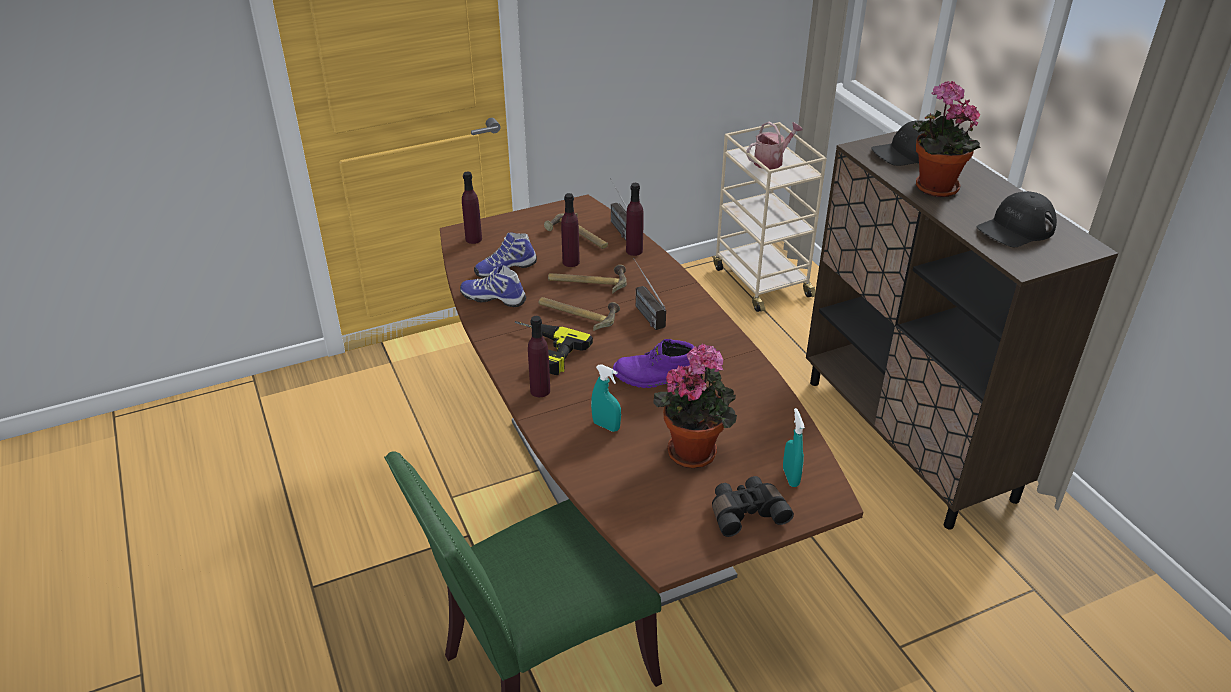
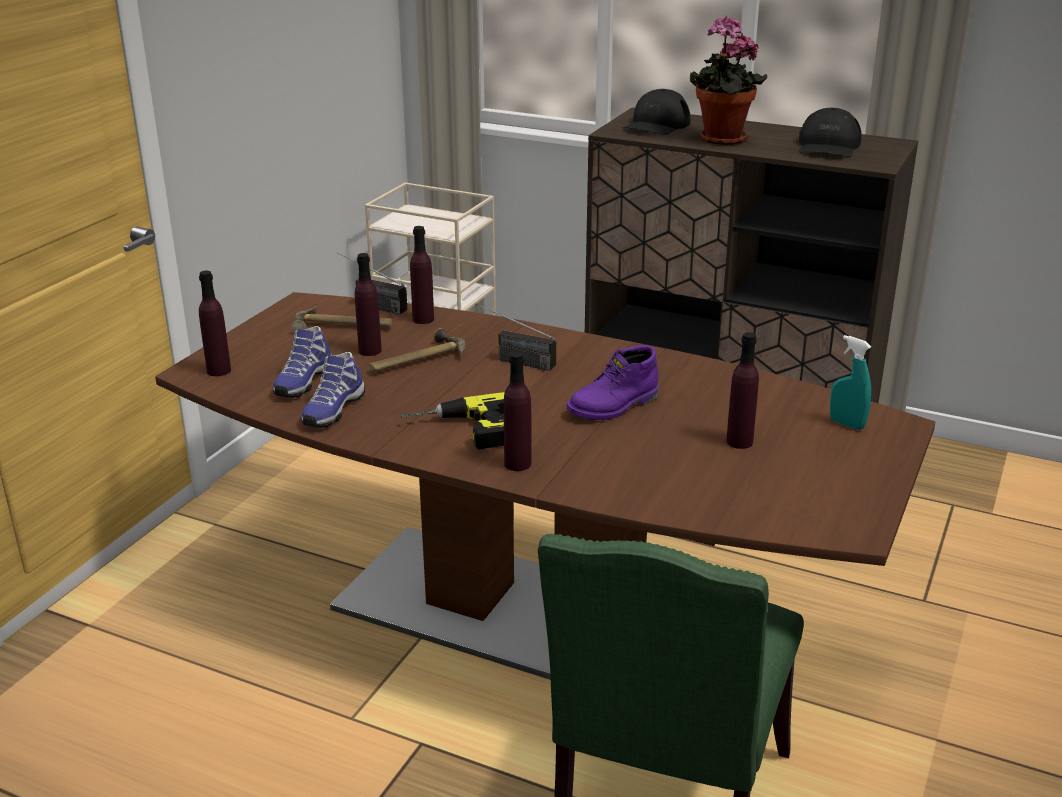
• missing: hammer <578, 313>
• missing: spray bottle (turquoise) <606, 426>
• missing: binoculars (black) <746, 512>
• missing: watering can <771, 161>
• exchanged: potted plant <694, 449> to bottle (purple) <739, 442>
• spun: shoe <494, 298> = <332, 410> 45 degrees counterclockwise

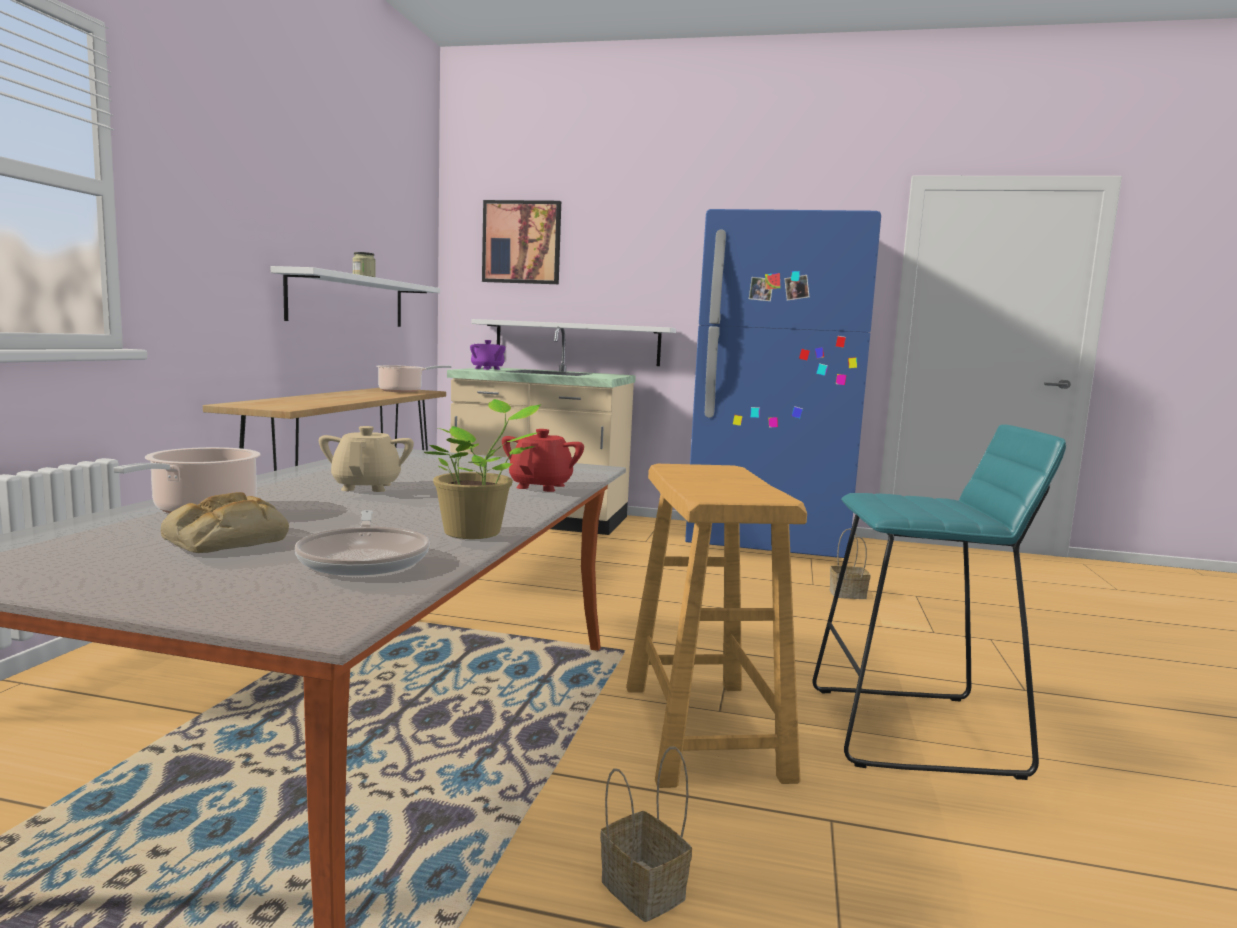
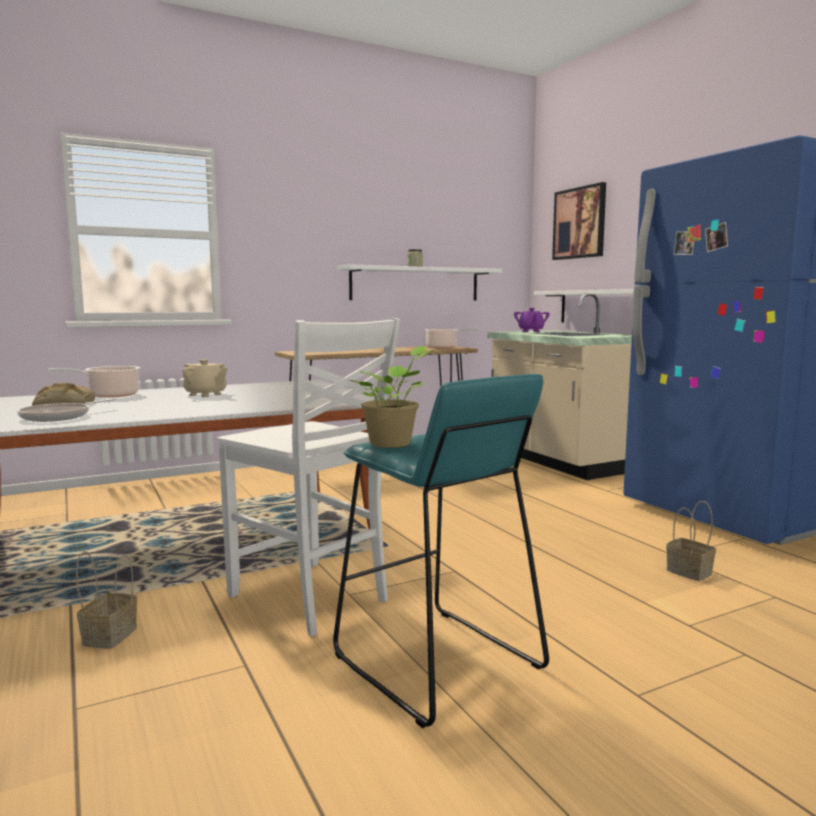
• missing: teapot (red) <541, 486>
• relocated: potted plant <477, 532> to <393, 444>
• exchanged: stool (beige) <703, 731> to chair (white) <311, 598>
• spun: teapot (beige) <367, 487> = <205, 395> 75 degrees clockwise

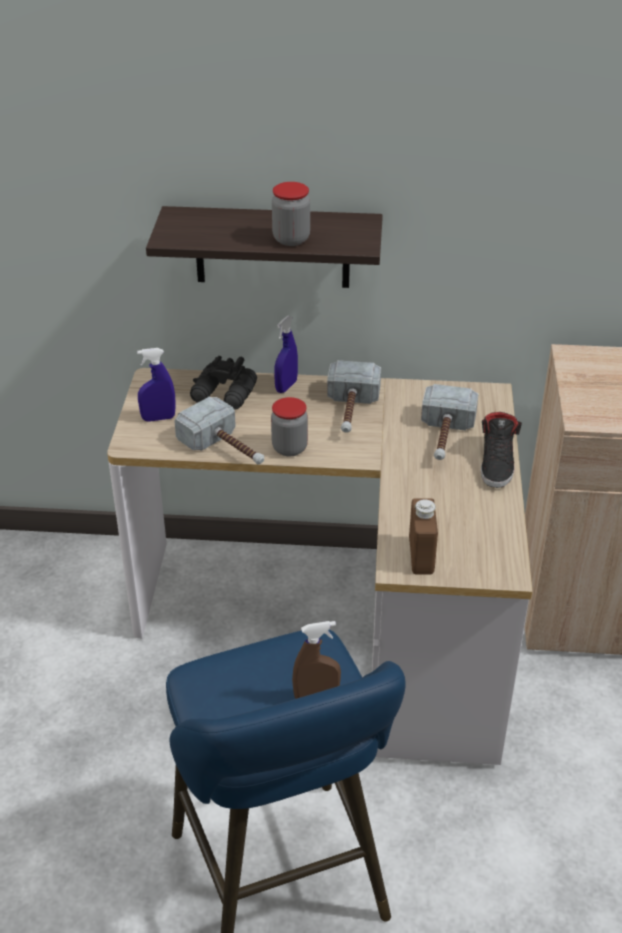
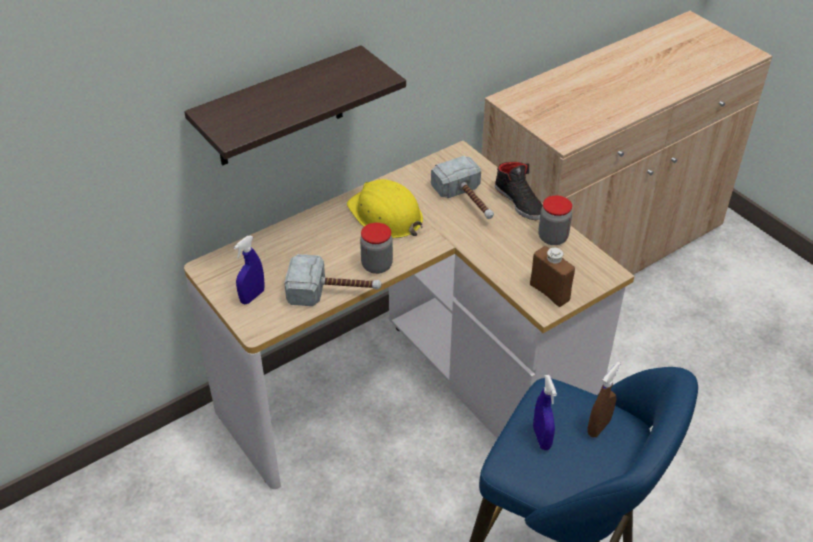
• missing: binoculars (black) <225, 395>
• relocated: jar <291, 239> to <552, 237>
• relocated: spray bottle (blue) <286, 386> to <541, 438>
• exchanged: hammer <350, 412> to hard hat (yellow) <385, 215>

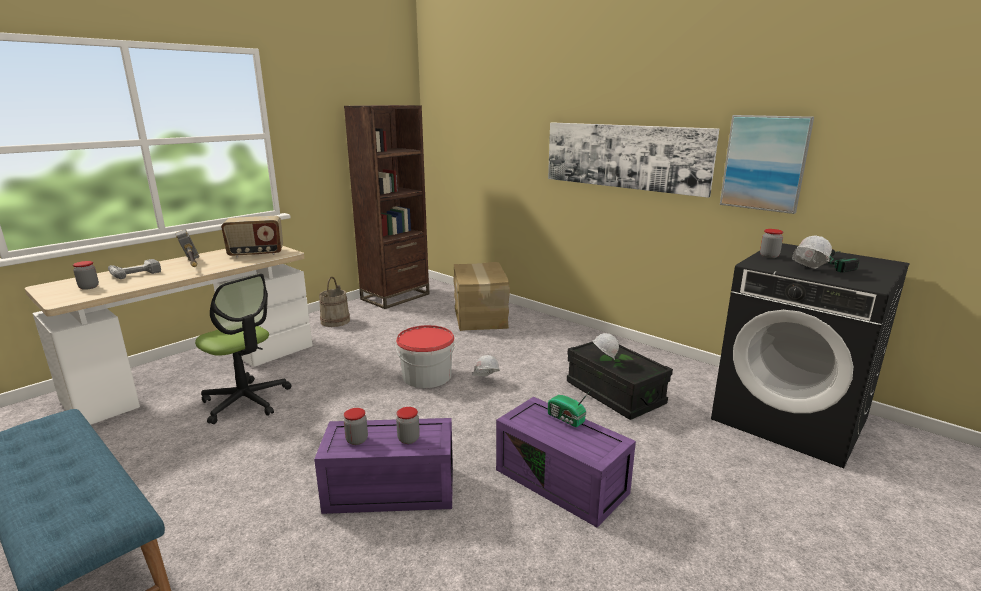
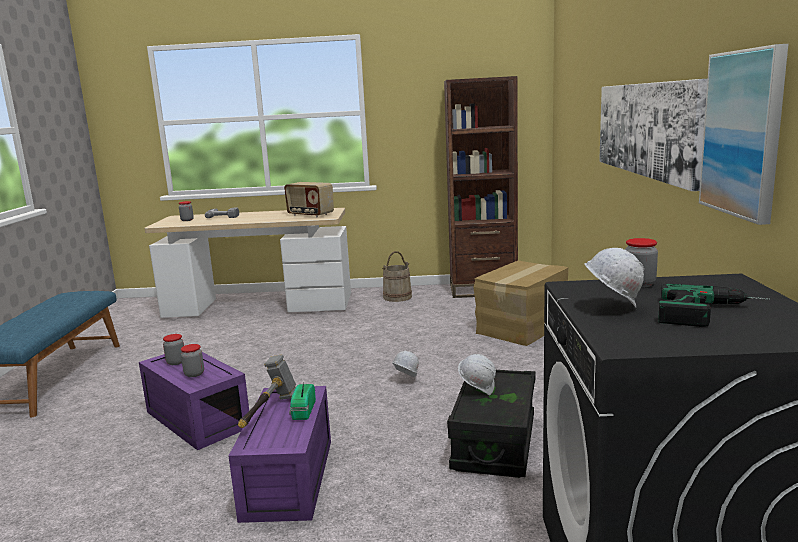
• missing: office chair <246, 401>
• missing: bucket <426, 375>
• relocated: hammer <192, 265> to <268, 412>

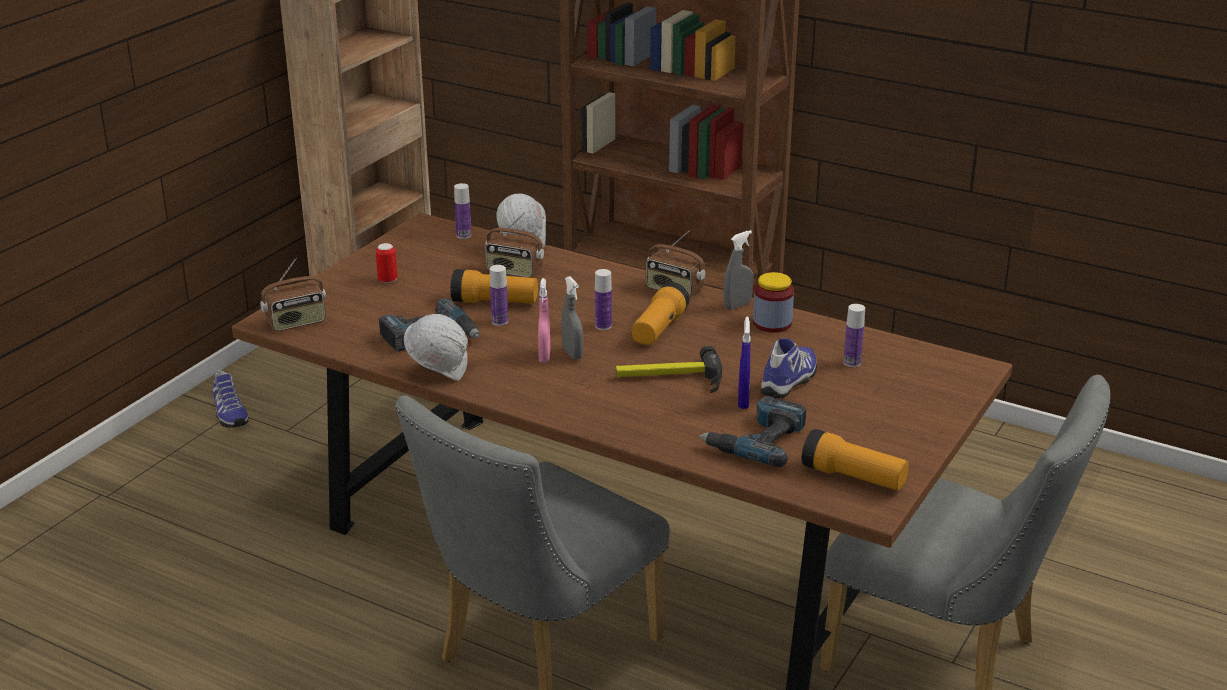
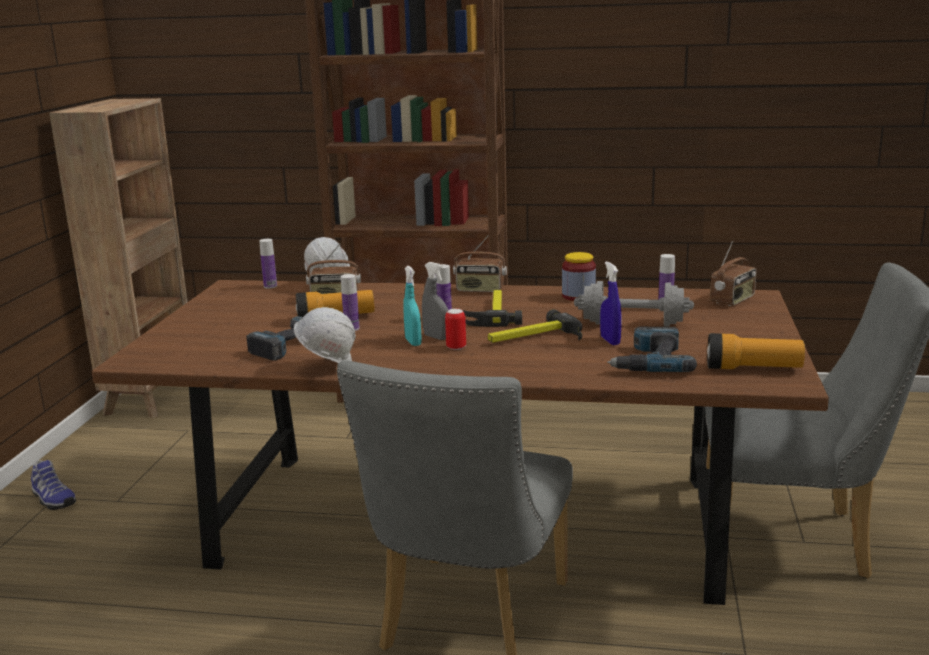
• missing: spray bottle (grey) <737, 305>
• relocated: radio <296, 323> to <733, 300>
• relocated: can <387, 280> to <456, 347>
• exchanged: flashlight <659, 329> to hammer <493, 312>
• exchanged: shoe <790, 381> to dumbbell (grey) <632, 324>
• colour: spray bottle (pink) <544, 356> to spray bottle (turquoise) <413, 342>

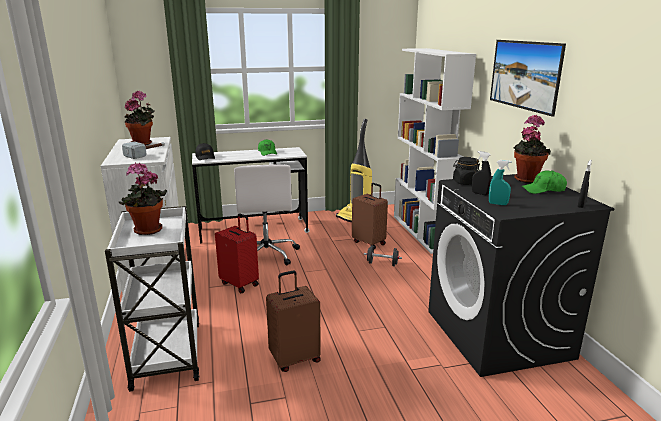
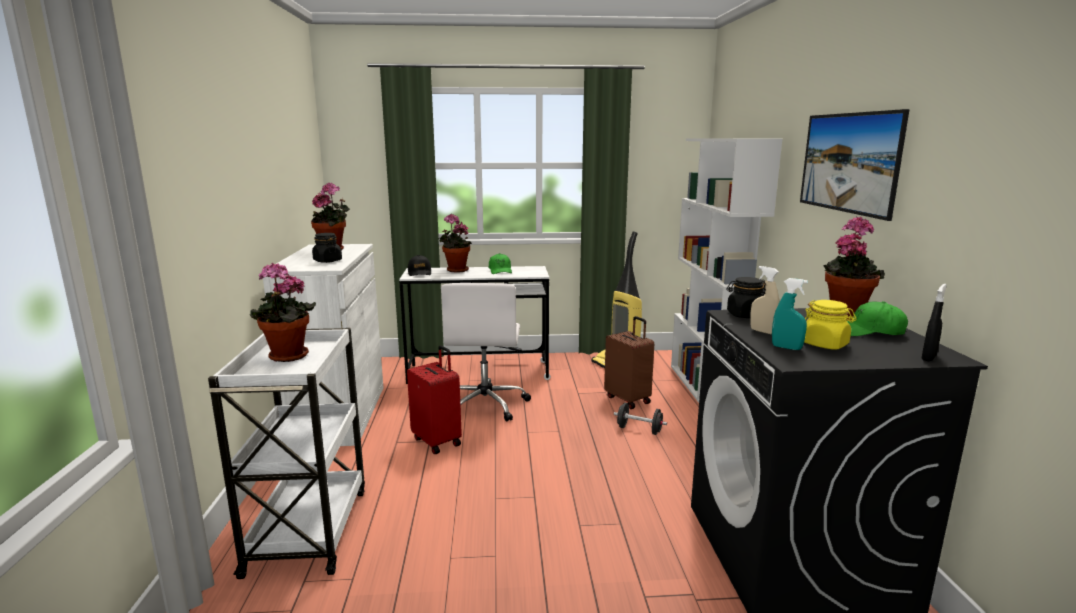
• missing: suitcase (brown) <294, 358>
• appeared: potted plant <455, 270>
• appeared: jar (yellow) <825, 344>
• exchanged: hammer <146, 154> to jar (black) <327, 261>
• colour: spray bottle (black) <480, 193> to spray bottle (beige) <762, 331>

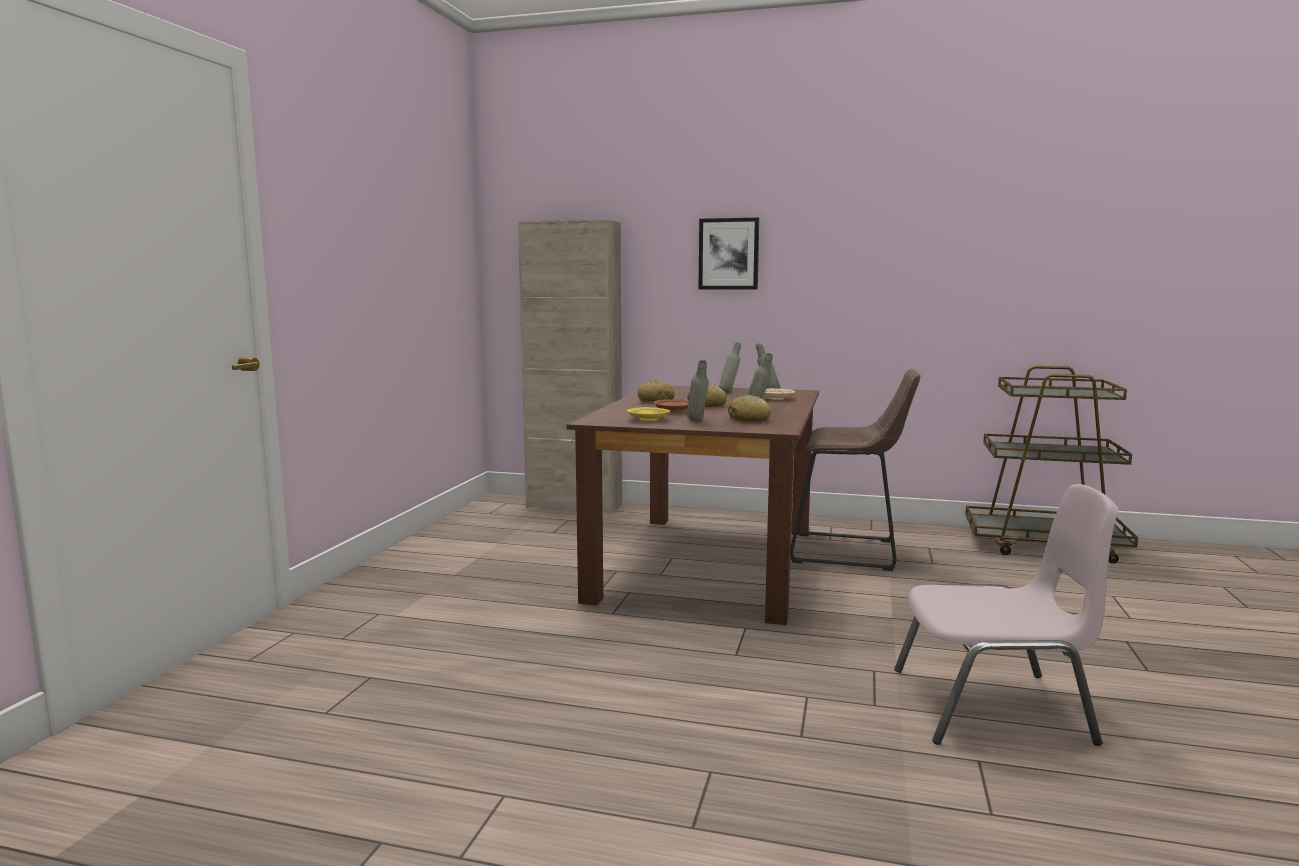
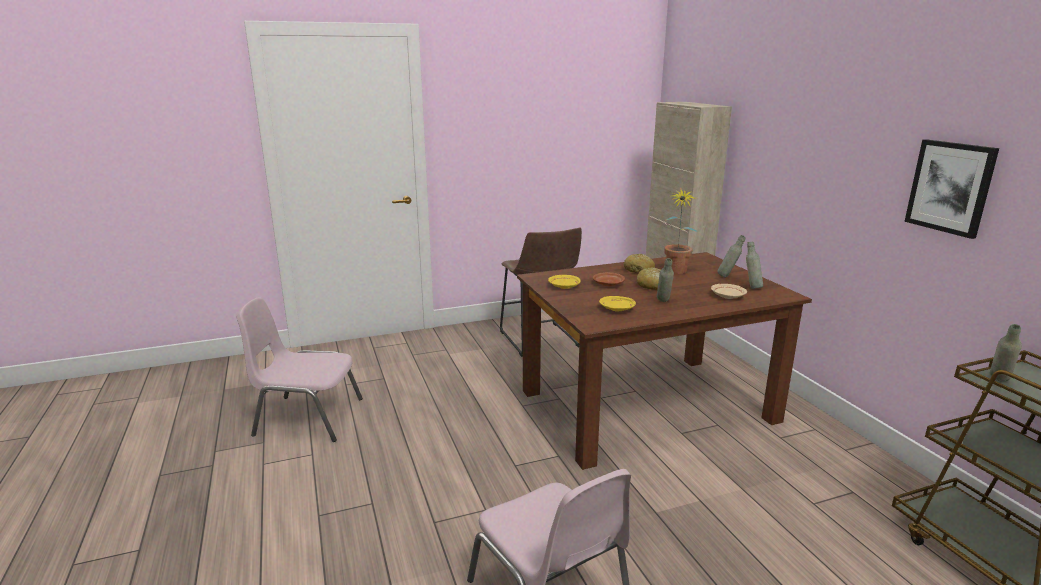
• appeared: chair (pink) <307, 417>
• appeared: potted plant <675, 272>
• relocated: bottle (grey) <697, 421> to <998, 382>
• relocated: picture <728, 254> to <950, 187>
• relocated: stool (brown) <851, 552> to <540, 341>
• exchanged: bread <749, 419> to plate (yellow) <617, 309>

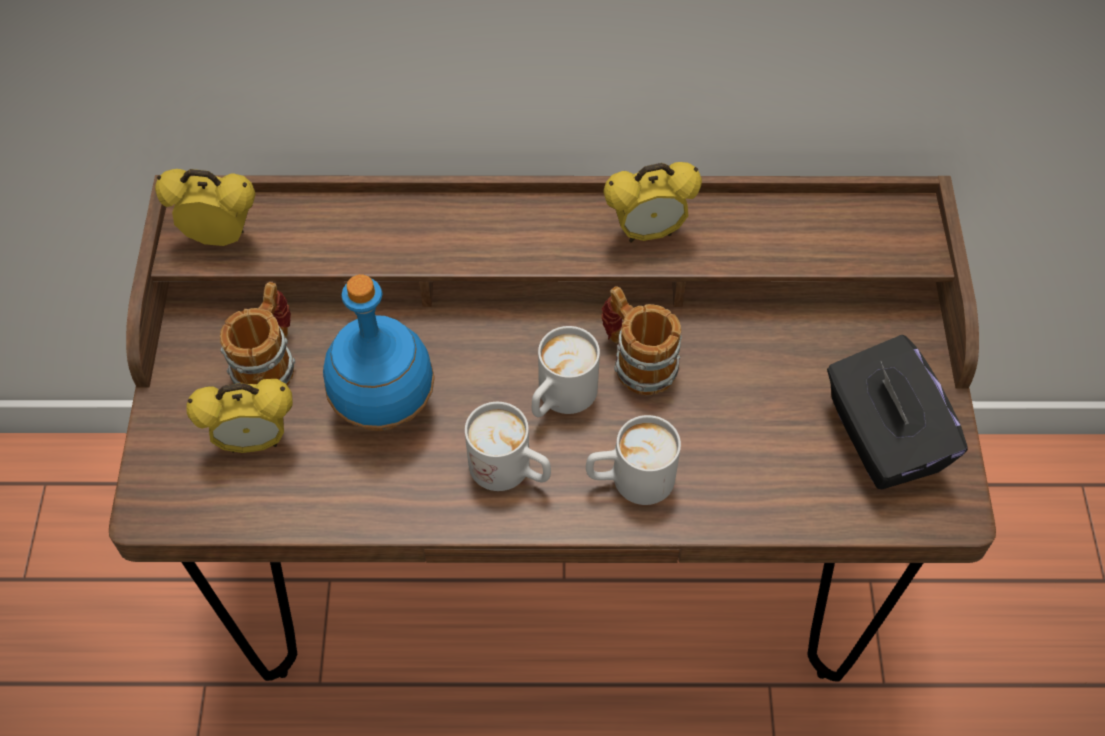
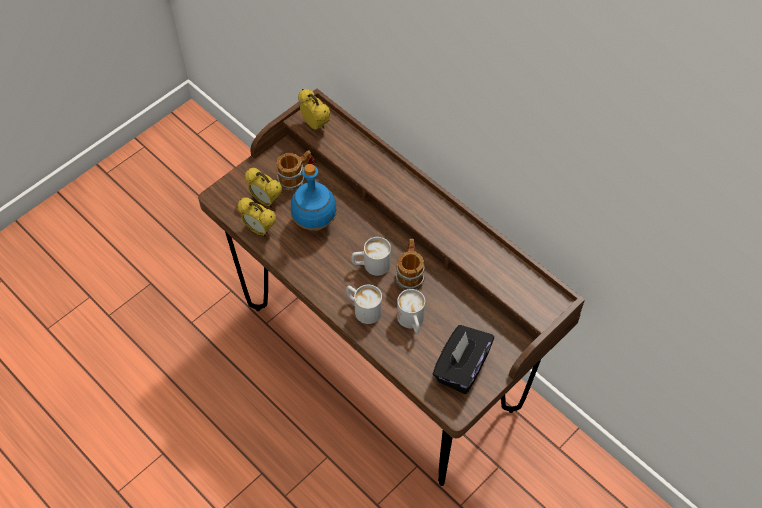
• relocated: mug (white) <511, 471> to <412, 322>
• relocated: alarm clock <648, 232> to <259, 230>

